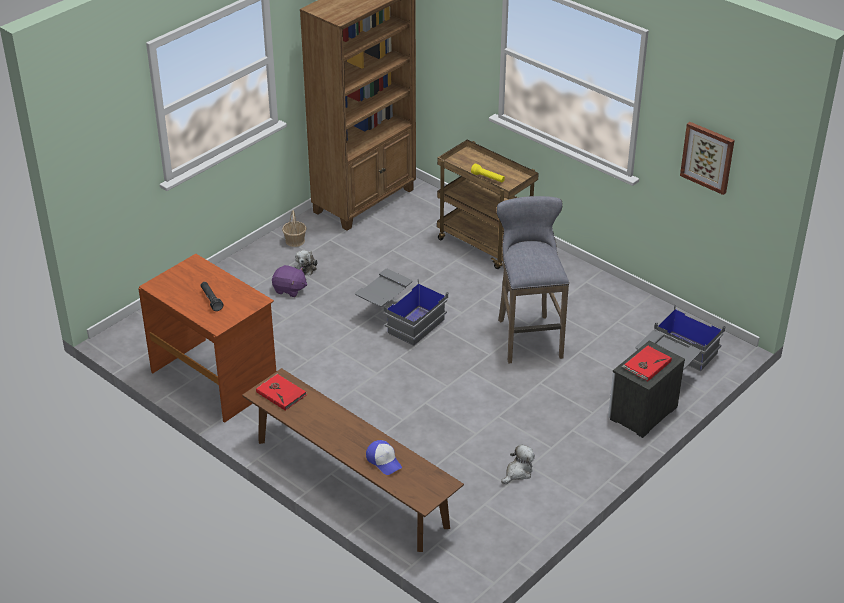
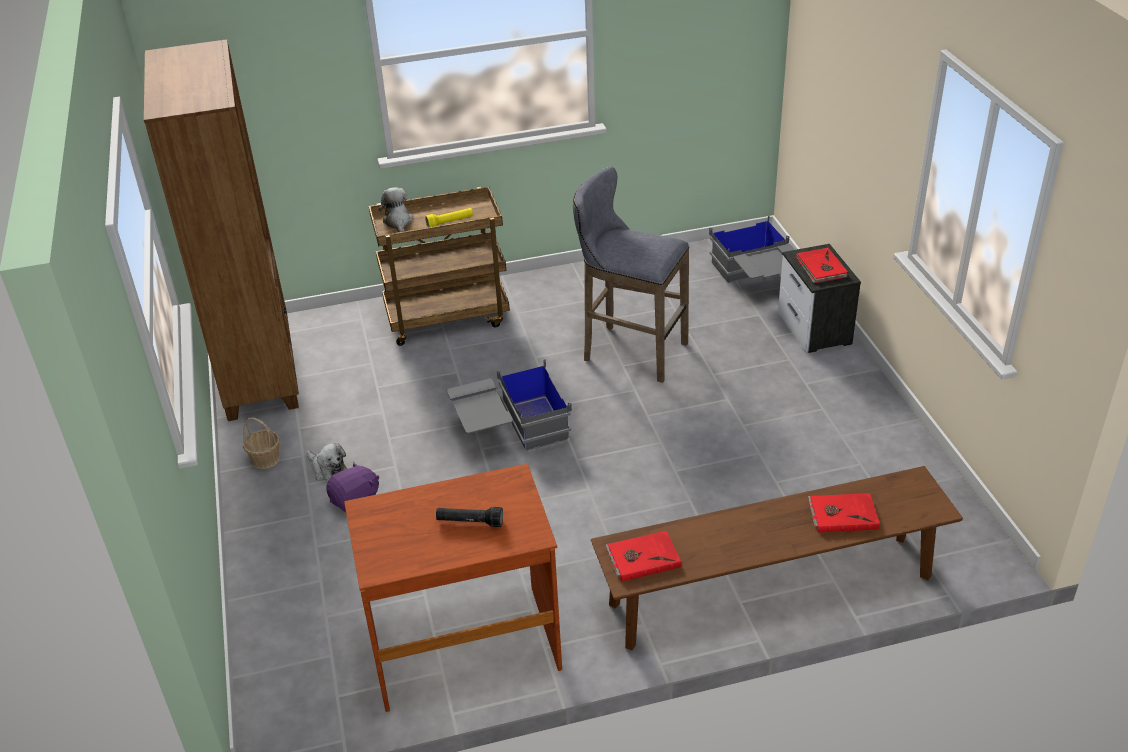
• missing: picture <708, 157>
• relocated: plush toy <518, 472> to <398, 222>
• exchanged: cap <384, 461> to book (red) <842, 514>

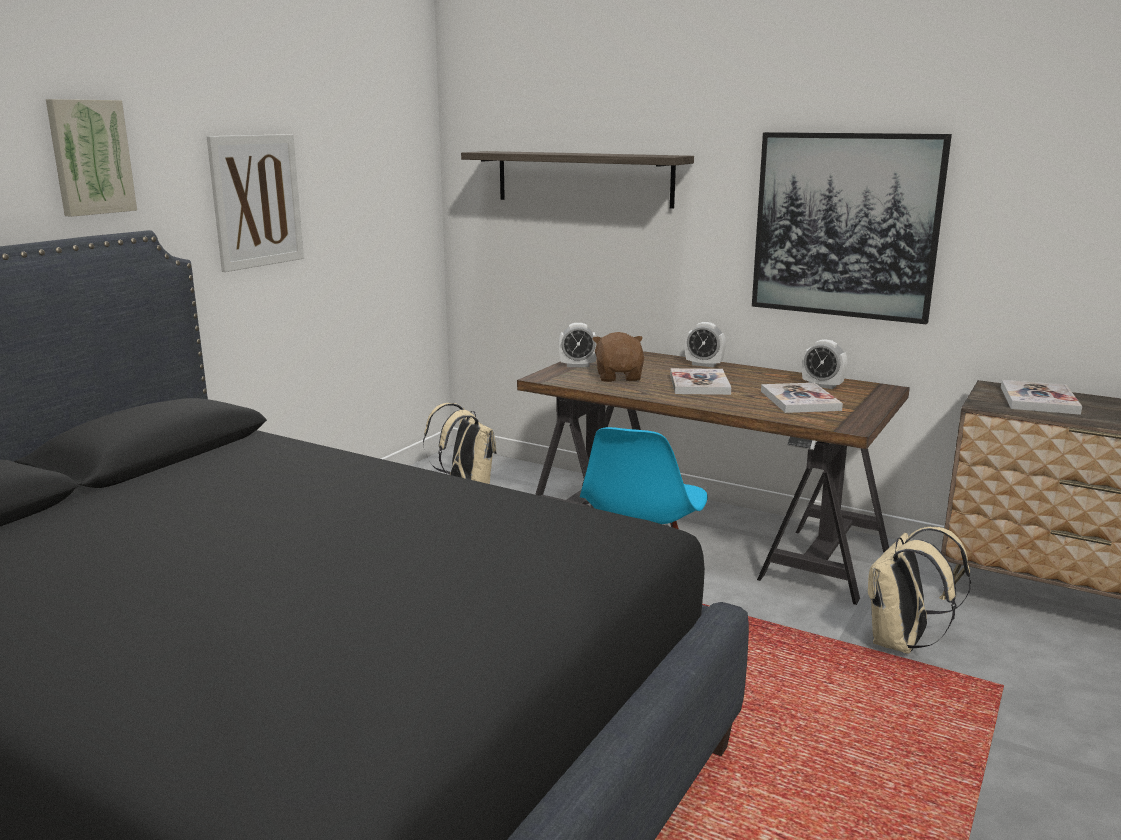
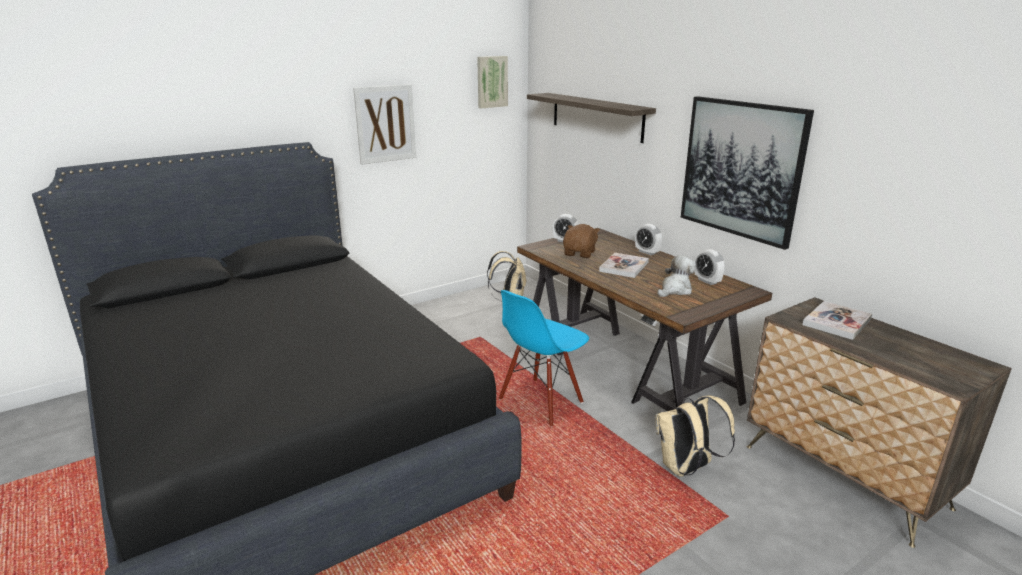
• relocated: picture <90, 157> to <491, 81>
• exchanged: book <800, 400> to plush toy <675, 290>

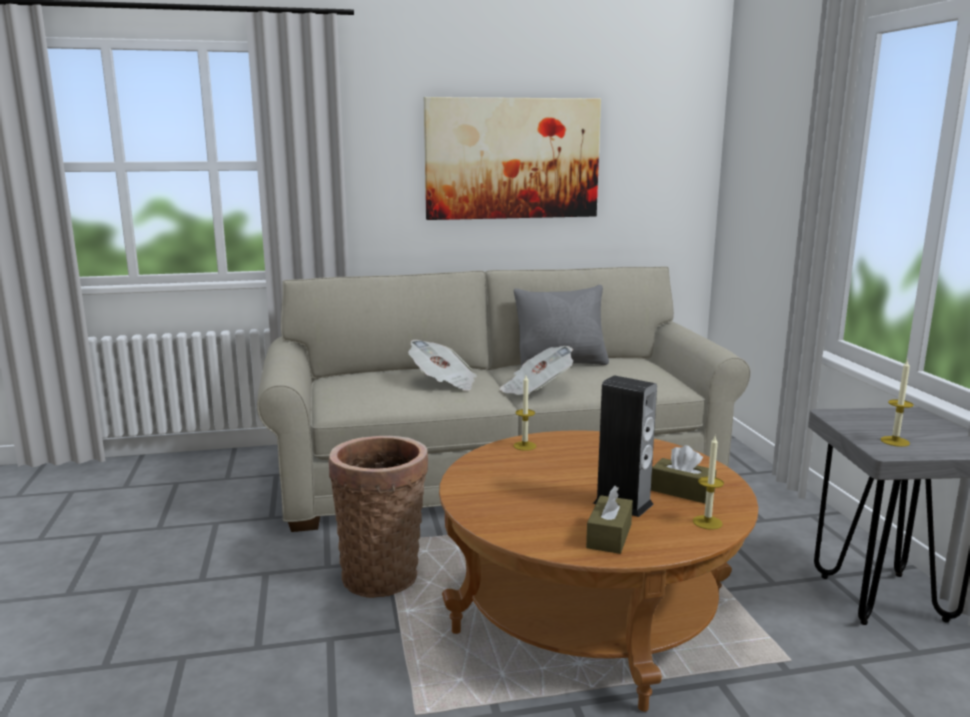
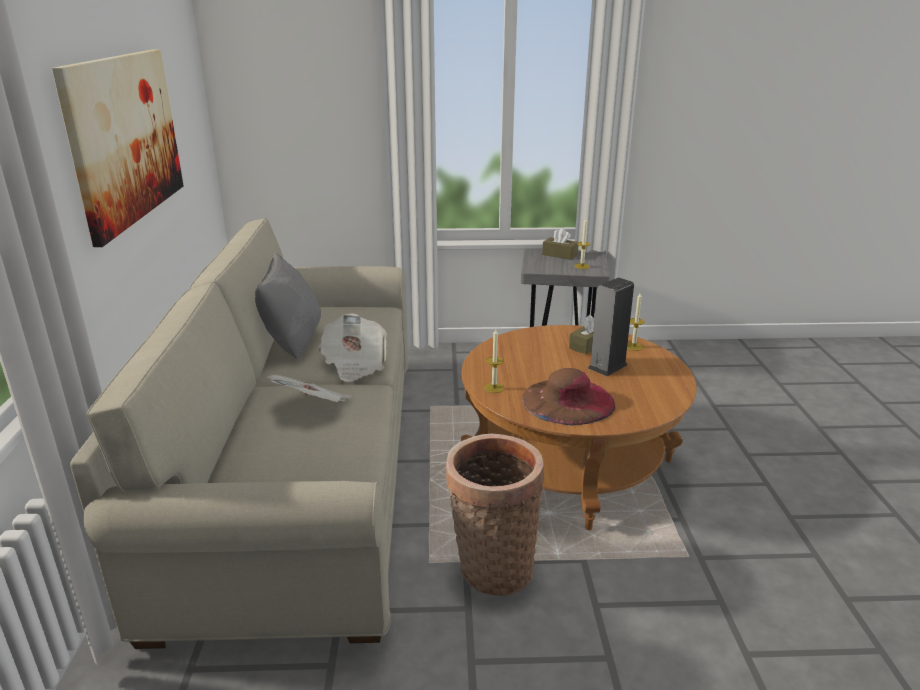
• appeared: hat (brown) <568, 400>
• relocated: tissue box (brown) <609, 536> to <559, 255>

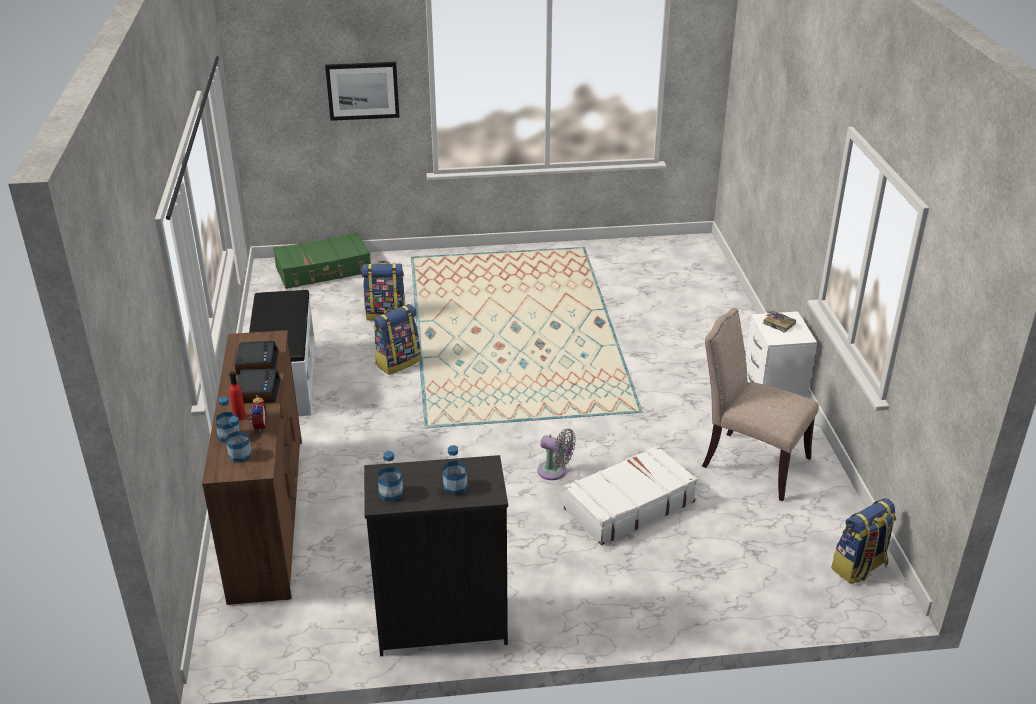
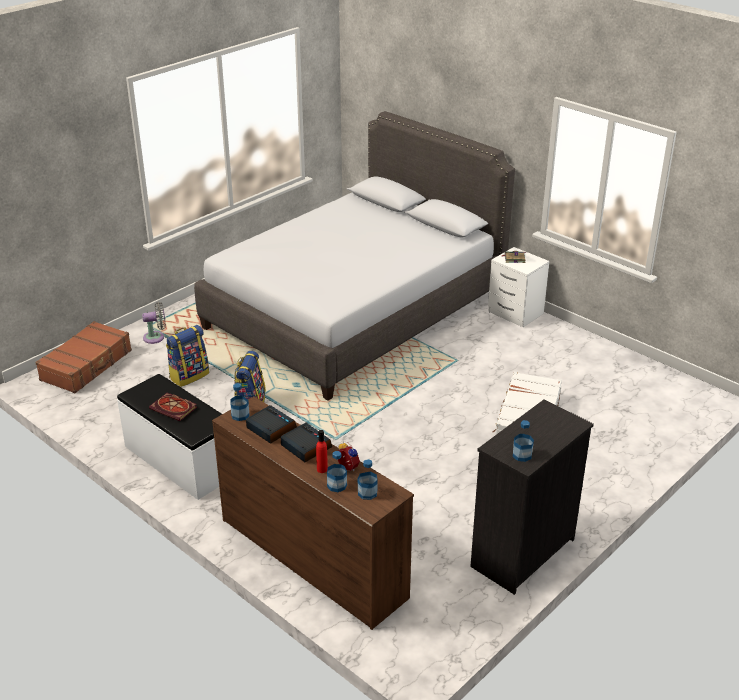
• missing: picture <363, 90>
• missing: chair (beige) <750, 462>
• missing: backpack <859, 568>
• appeared: book <174, 408>
• appeared: bed (grey) <354, 311>
• relocated: bottle <455, 487> to <240, 415>
• relocated: fan (grey) <555, 472> to <156, 337>
• colour: suitcase (green) <324, 270> to suitcase (brown) <87, 365>

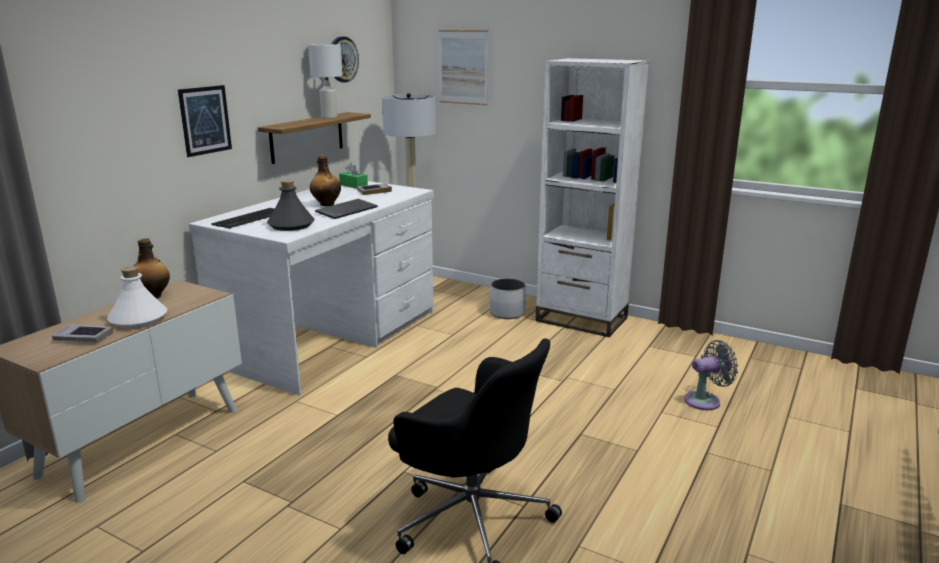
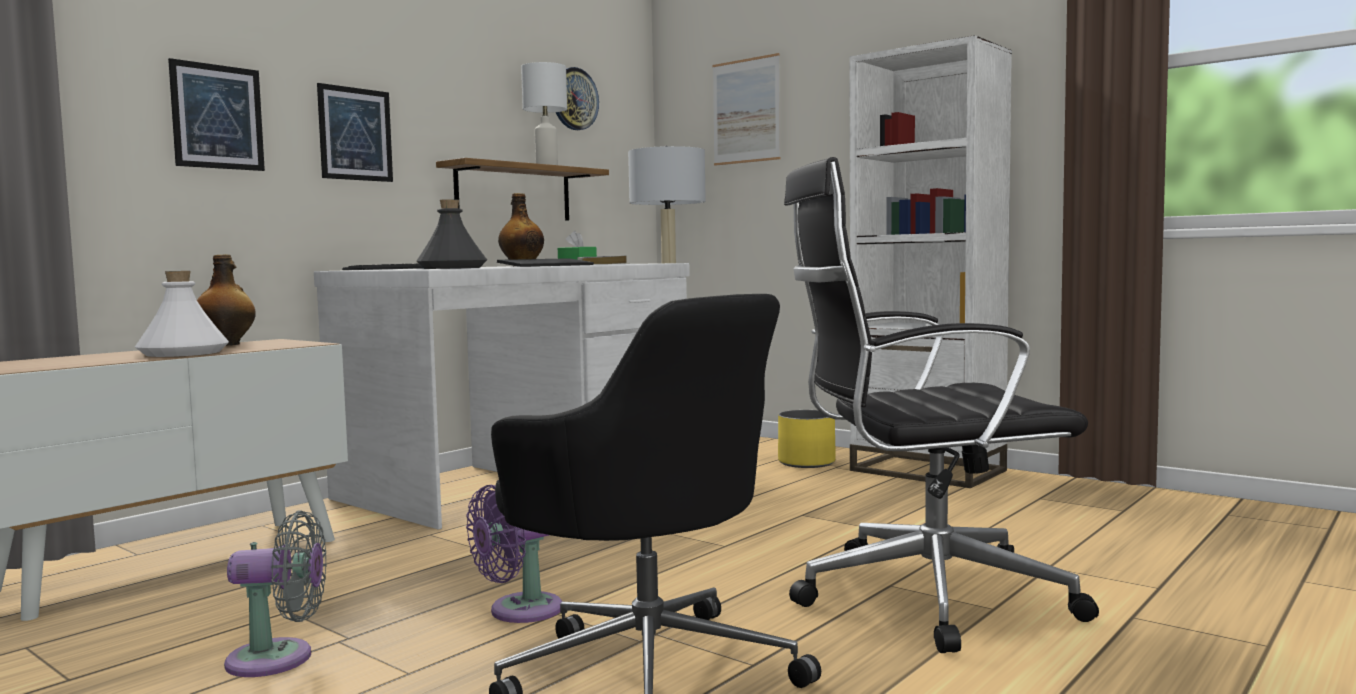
• missing: book <83, 338>
• appeared: picture <217, 117>
• appeared: fan (purple) <518, 611>
• appeared: office chair (black) <924, 596>
• relocated: fan (grey) <705, 401> to <279, 659>
• colour: planter (white) <507, 313> to planter (yellow) <807, 463>

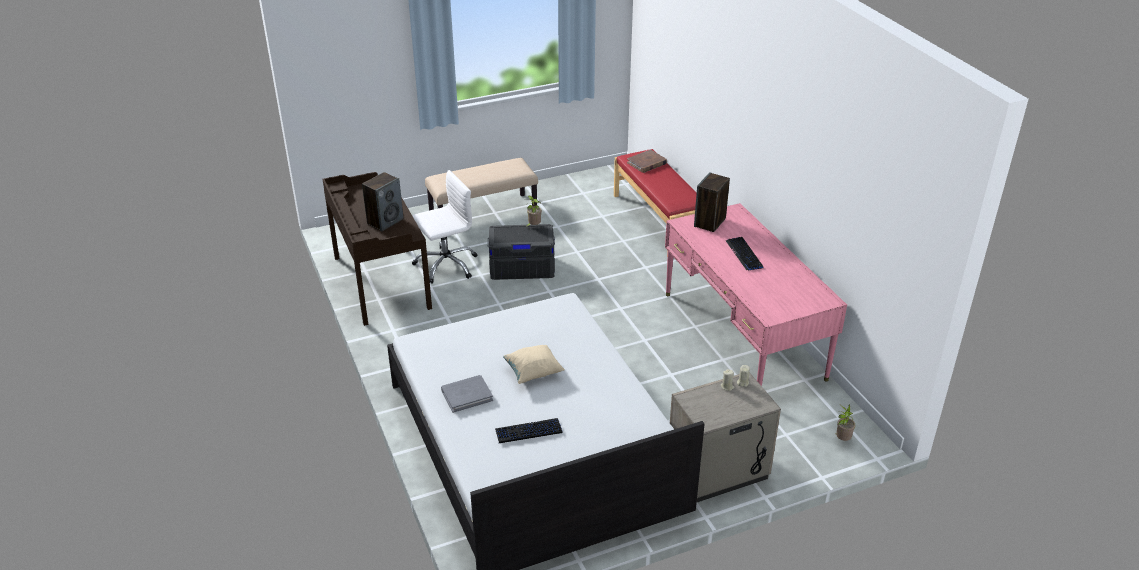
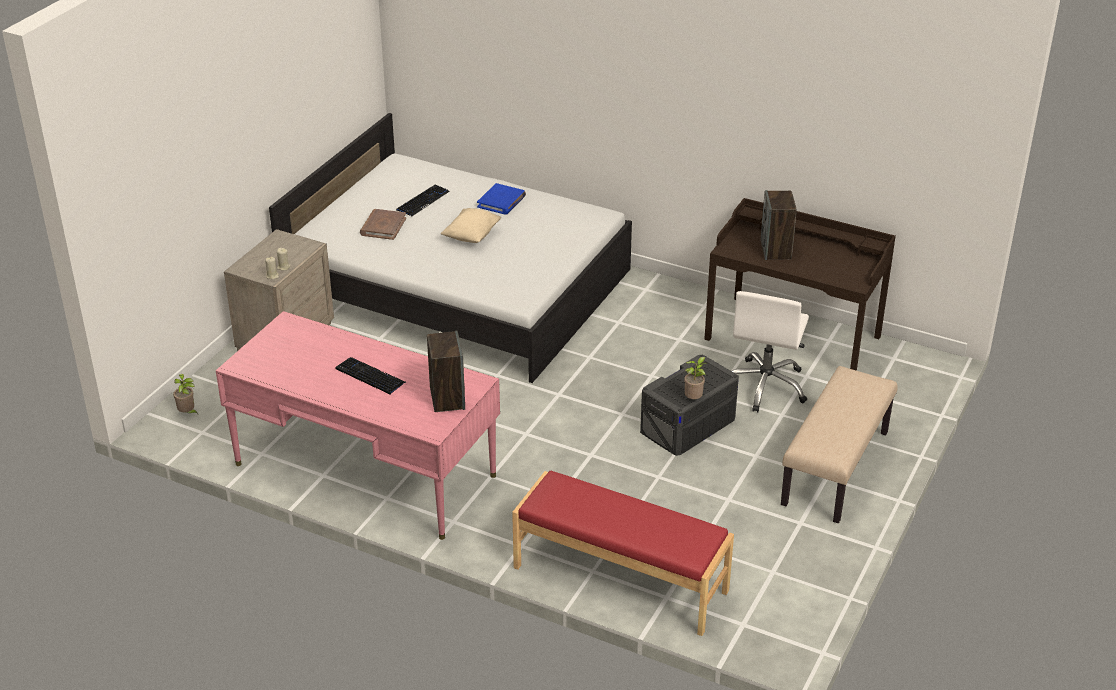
• relocated: book (brown) <647, 163> to <383, 226>
• colour: book (grey) <467, 395> to book (blue) <501, 201>

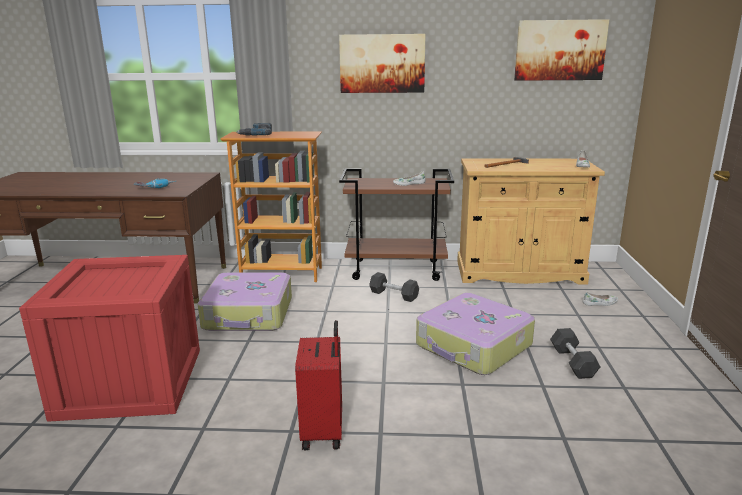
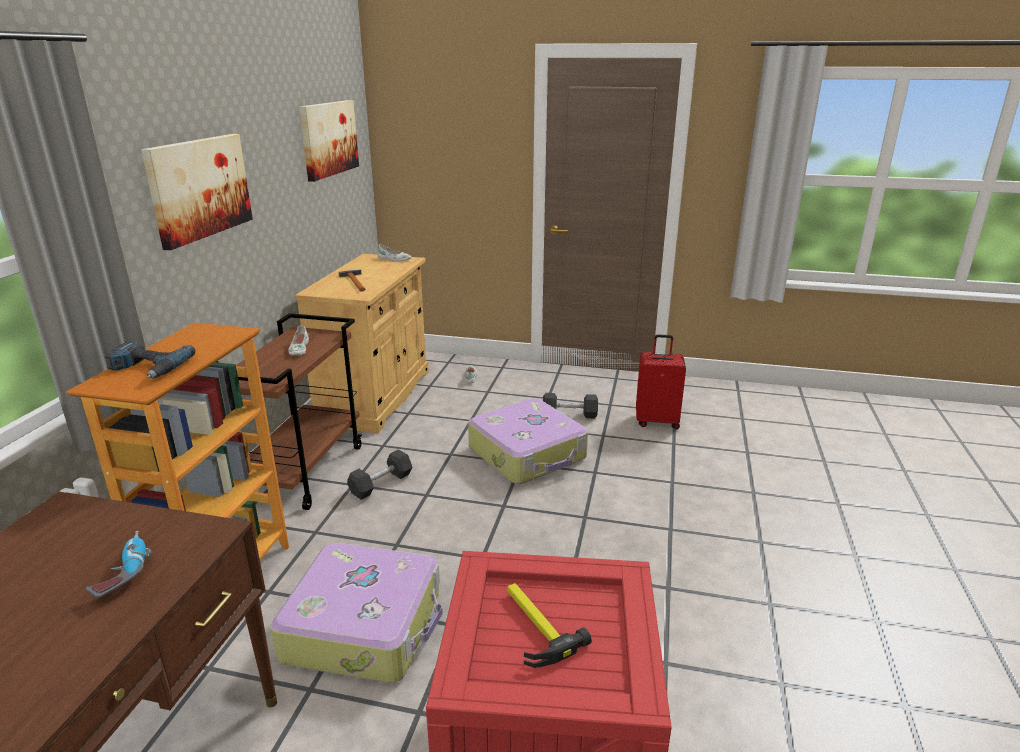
• appeared: hammer <533, 626>
• relocated: suitcase (red) <324, 432> to <657, 421>

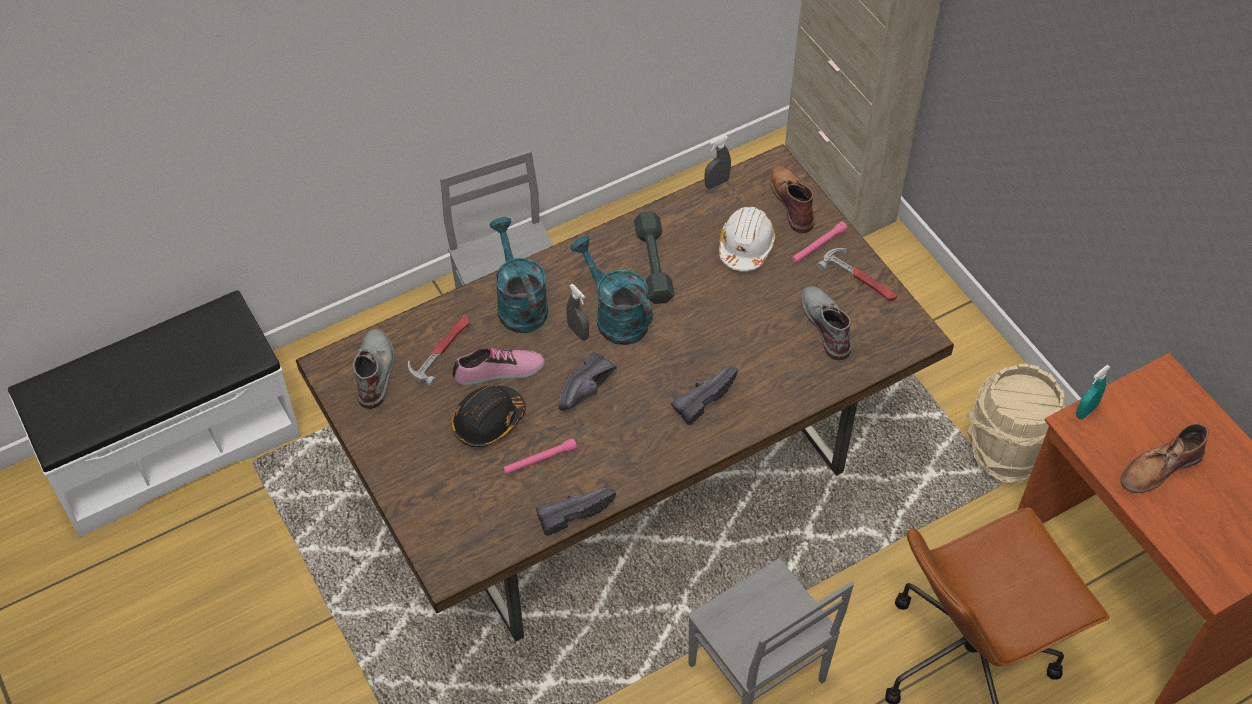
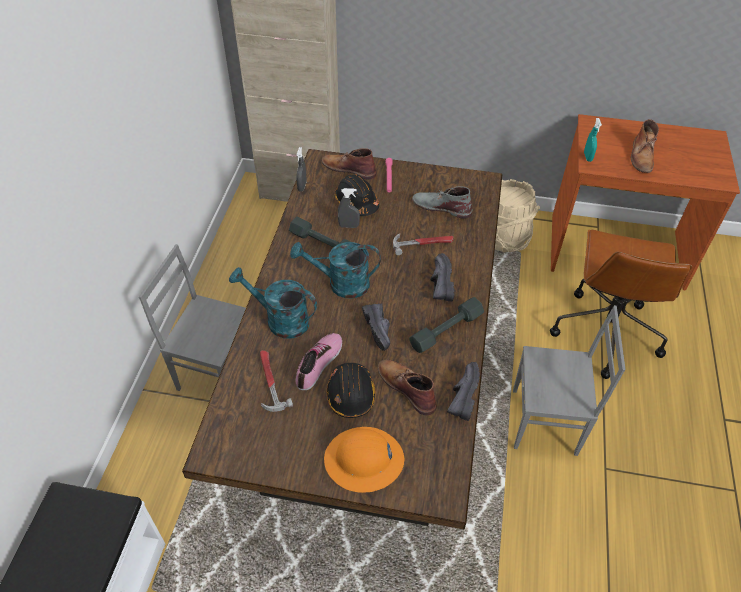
• missing: boot (grey) <375, 370>
• appeared: hard hat (orange) <364, 460>
• appeared: dumbbell (grey) <446, 330>
• relocated: spray bottle (grey) <578, 332> to <348, 226>
• relocated: hammer <860, 278> to <423, 243>
• exchanged: flashlight (pink) <540, 460> to boot (brown) <406, 387>
• colour: hard hat (white) <746, 246> to hard hat (black) <356, 202>

